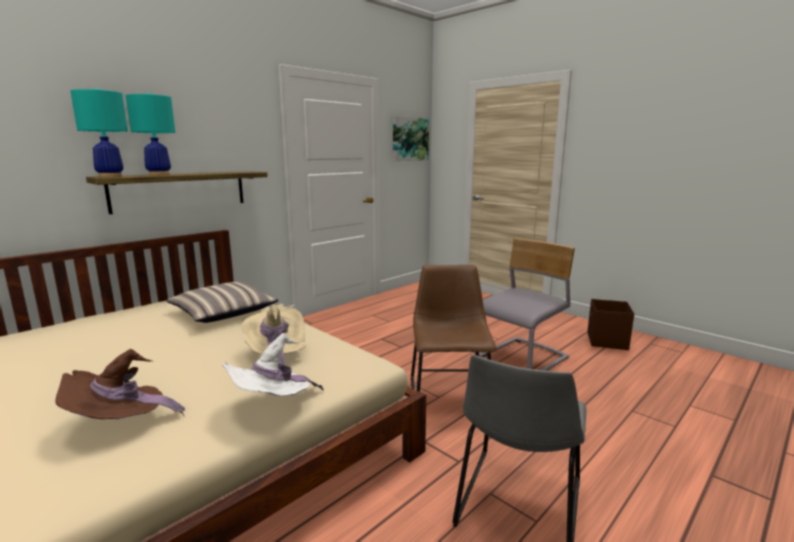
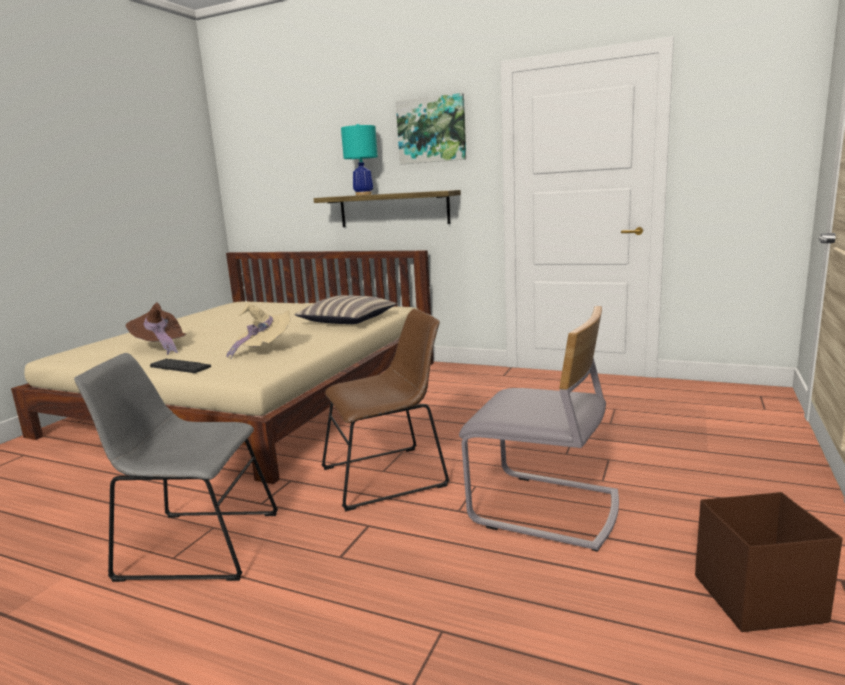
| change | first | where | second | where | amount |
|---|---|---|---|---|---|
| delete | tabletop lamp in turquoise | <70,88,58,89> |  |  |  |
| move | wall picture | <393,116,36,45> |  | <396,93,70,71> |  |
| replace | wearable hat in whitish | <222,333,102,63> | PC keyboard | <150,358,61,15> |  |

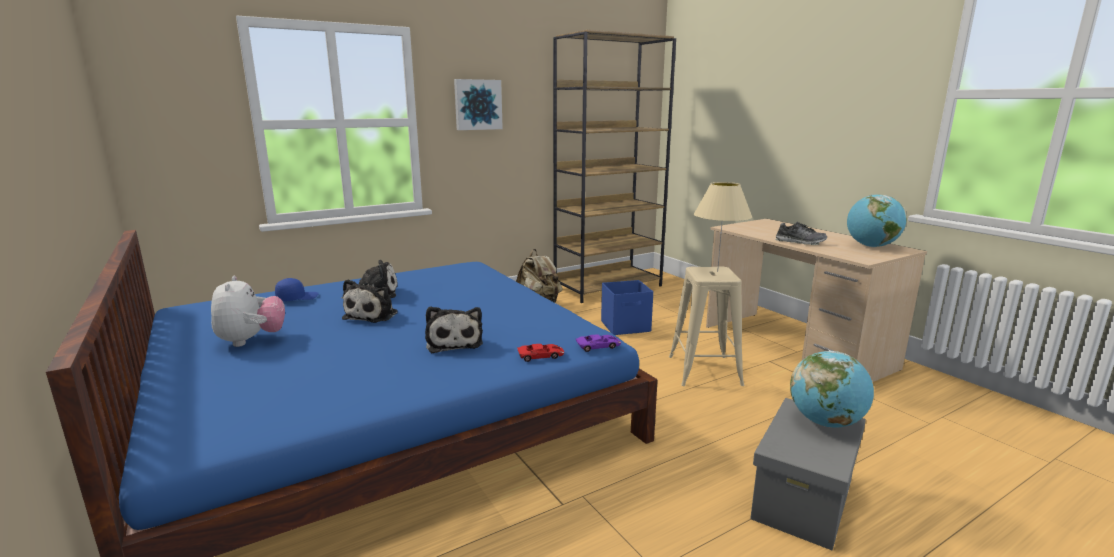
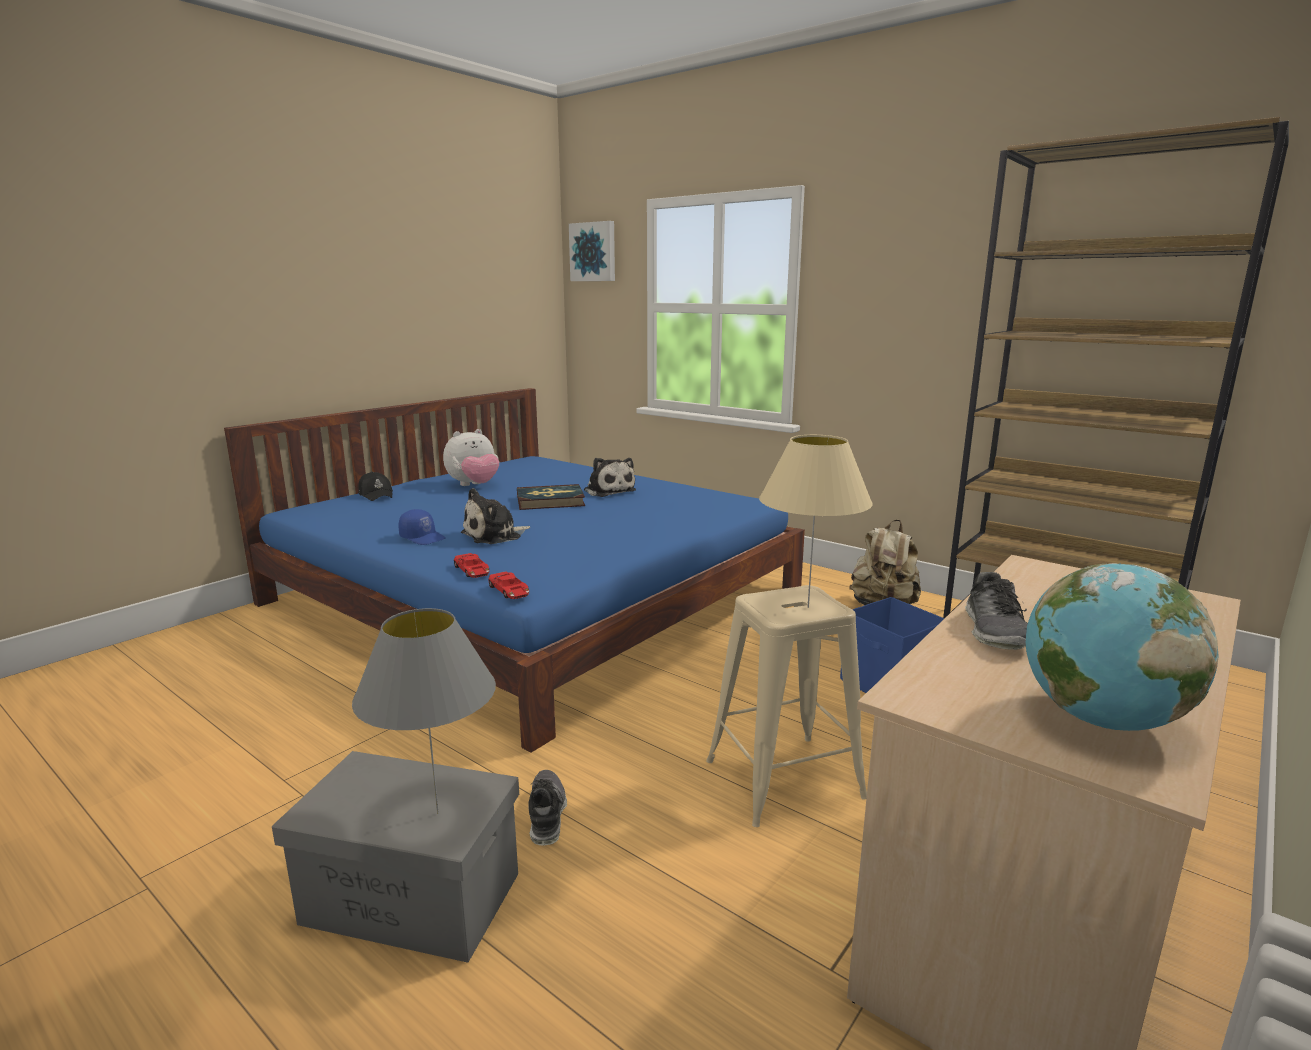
| change | first | where | second | where | amount |
|---|---|---|---|---|---|
| move | wall picture | <454,79,49,51> |  | <569,221,46,60> |  |
| move | peaked cap in bluish | <275,278,44,23> |  | <399,509,47,36> |  |
| replace | plush toy | <342,279,56,44> | bound book | <517,484,68,26> |  |
| recolor | model car in purple-coloured | <576,334,45,18> | model car in red | <489,571,40,28> |  |
| replace | globe | <790,350,84,78> | tabletop lamp in grey | <352,608,144,206> |  |
| insert |  |  | peaked cap in black | <359,472,34,29> |  |
| insert |  |  | shoe | <528,770,39,75> |  |

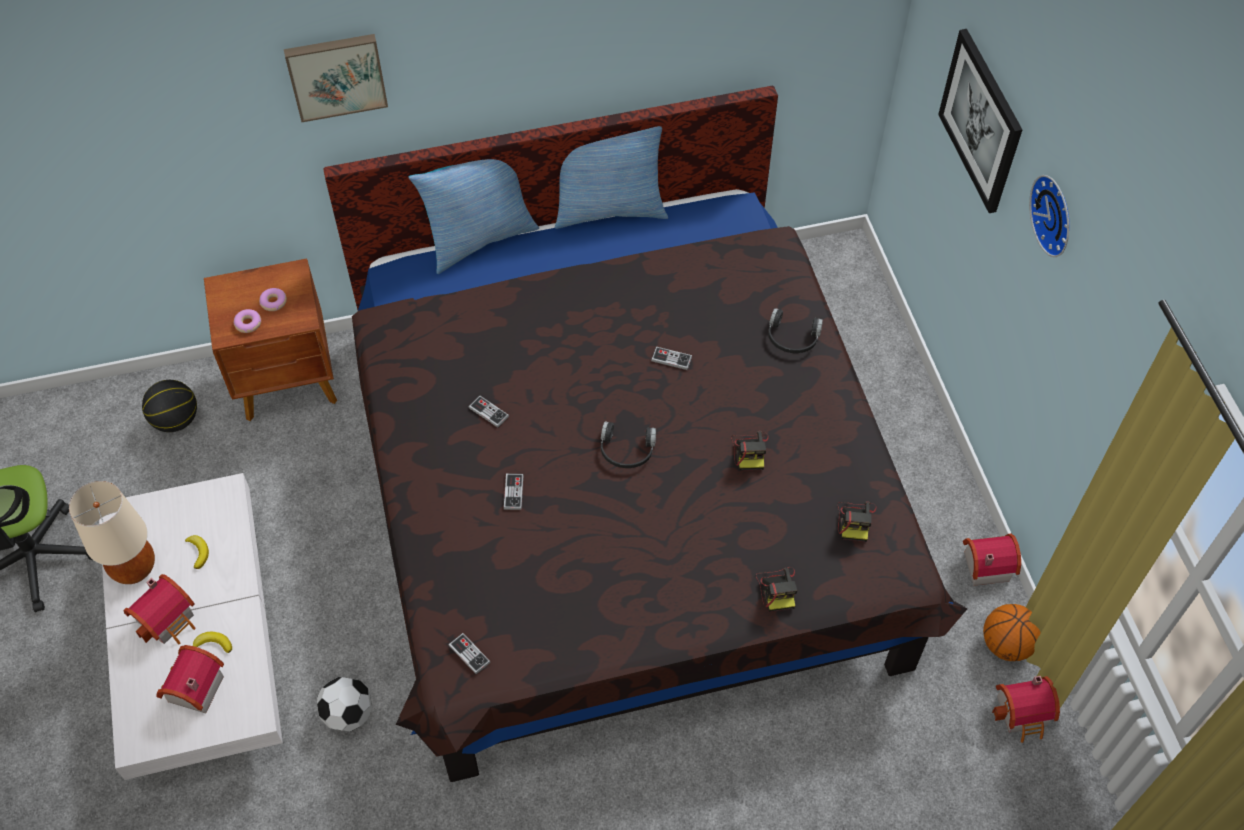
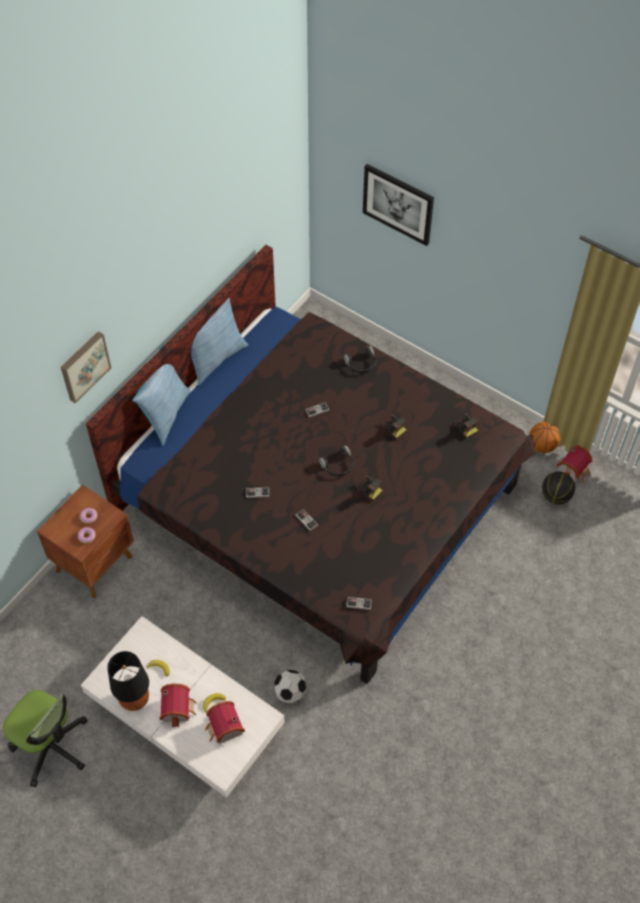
| change | first | where | second | where | amount |
|---|---|---|---|---|---|
| delete | hanging clock | <1029,175,41,82> |  |  |  |
| move | basketball | <142,380,55,52> |  | <542,471,33,33> |  |
| recolor | tabletop lamp in beige-coloured | <69,481,86,103> | tabletop lamp in black | <107,651,42,60> |  |
| delete | model house | <963,533,58,53> |  |  |  |
| move | still camera | <756,567,41,45> |  | <353,475,30,26> |  |

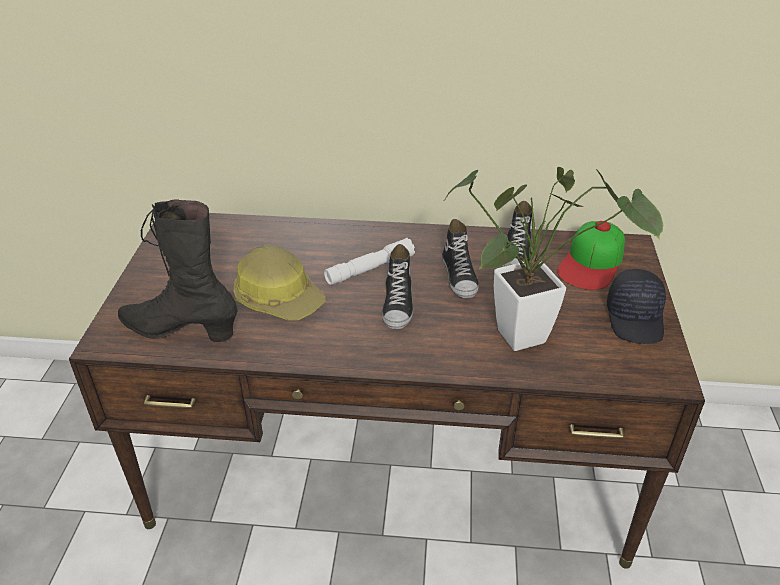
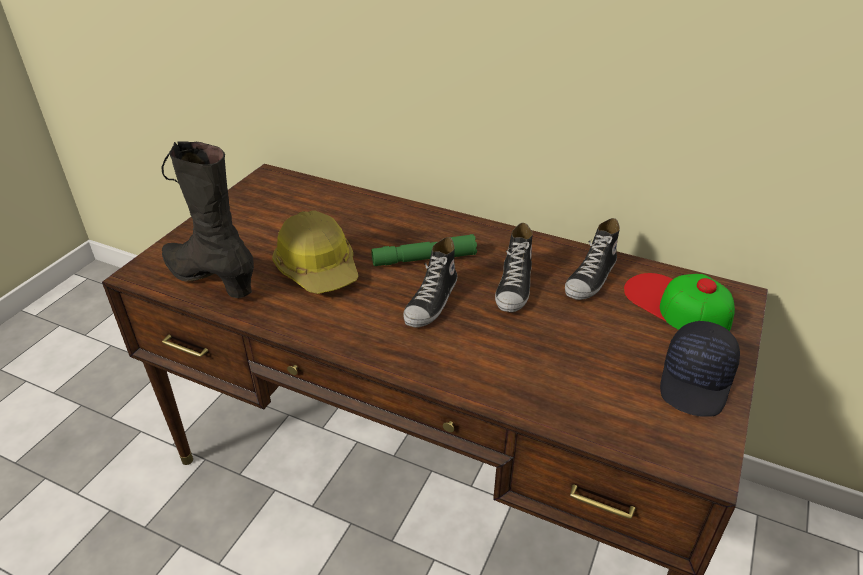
| change | first | where | second | where | amount |
|---|---|---|---|---|---|
| delete | potted plant | <444,167,219,184> |  |  |  |
| rotate | peaked cap | <557,221,68,69> |  | <624,273,111,58> | 90 degrees clockwise |
| recolor | hand torch in whitish | <324,238,91,47> | hand torch in green | <372,234,105,32> |  |

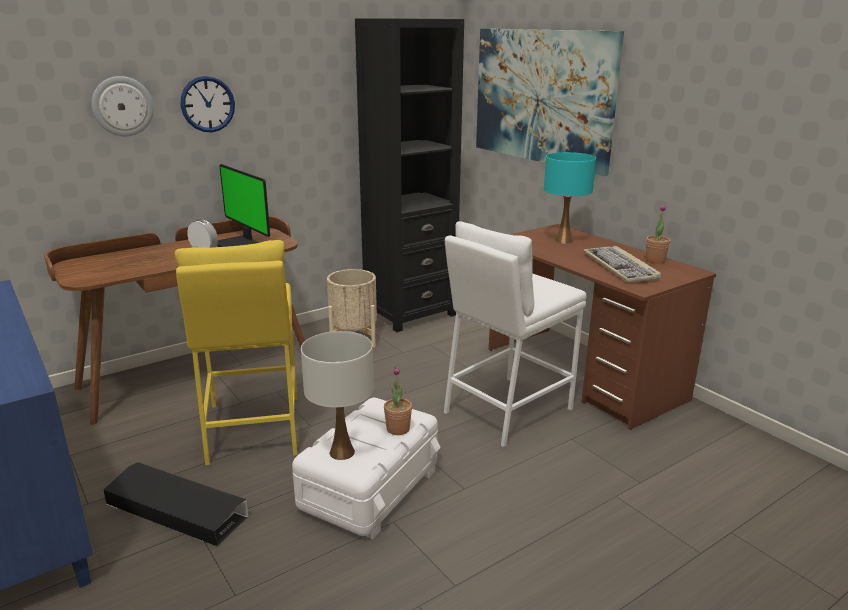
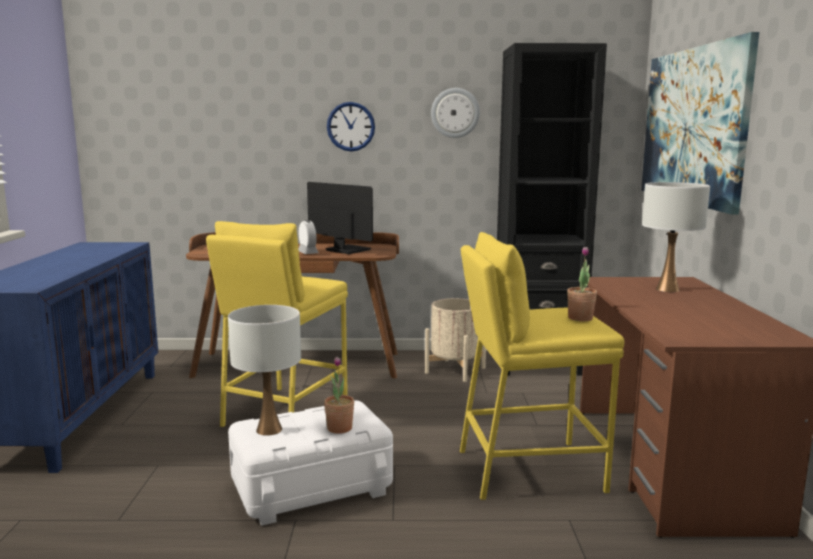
| change | first | where | second | where | amount |
|---|---|---|---|---|---|
| move | hanging clock | <92,76,62,60> |  | <431,88,49,50> |  |
| recolor | tabletop lamp in turquoise | <544,152,52,92> | tabletop lamp in whitish | <642,182,68,110> |  |
| rotate | computer display | <217,164,53,83> |  | <307,182,66,72> | 135 degrees clockwise |
| move | potted plant | <646,205,24,58> |  | <567,247,30,74> |  |
| recolor | sitting stool in whitish | <444,221,143,226> | sitting stool in yellow-coloured | <460,232,164,268> |  |
| delete | PC keyboard | <583,246,78,37> |  |  |  |
| delete | storage bin in black | <104,462,145,84> |  |  |  |

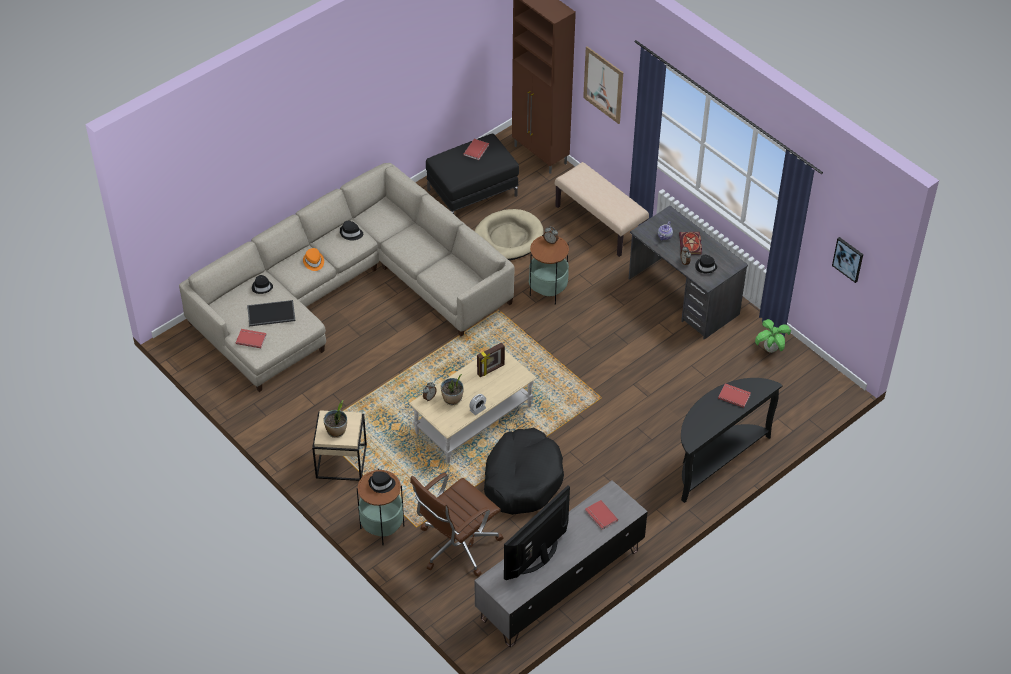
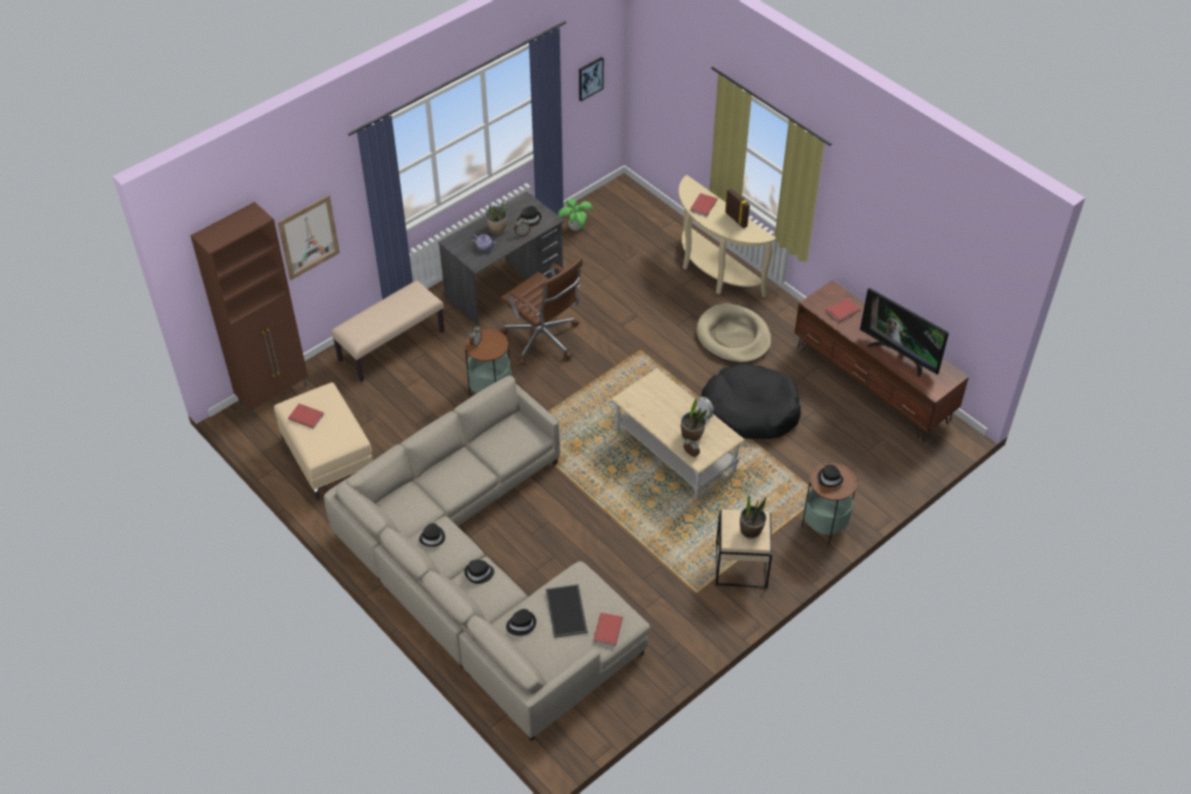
| change | first | where | second | where | amount |
|---|---|---|---|---|---|
| recolor | ottoman in black | <426,133,93,81> | ottoman in beige-coloured | <274,382,99,118> |  |
| move | dog cushion in beige-coloured | <474,209,70,51> |  | <696,303,76,60> |  |
| replace | bound book | <679,232,23,23> | potted plant | <485,201,23,33> |  |
| recolor | wearable hat in orange | <303,248,21,23> | wearable hat in black | <464,560,30,24> |  |
| move | picture frame | <477,342,28,35> |  | <725,188,25,41> |  |
| recolor | hall table in black | <681,378,102,125> | hall table in beige-coloured | <679,175,97,122> |  |
| move | computer chair in brown | <410,472,94,105> |  | <500,257,83,108> |  |
| recolor | tv unit in grey | <474,480,174,167> | tv unit in brown | <794,280,175,163> |  |

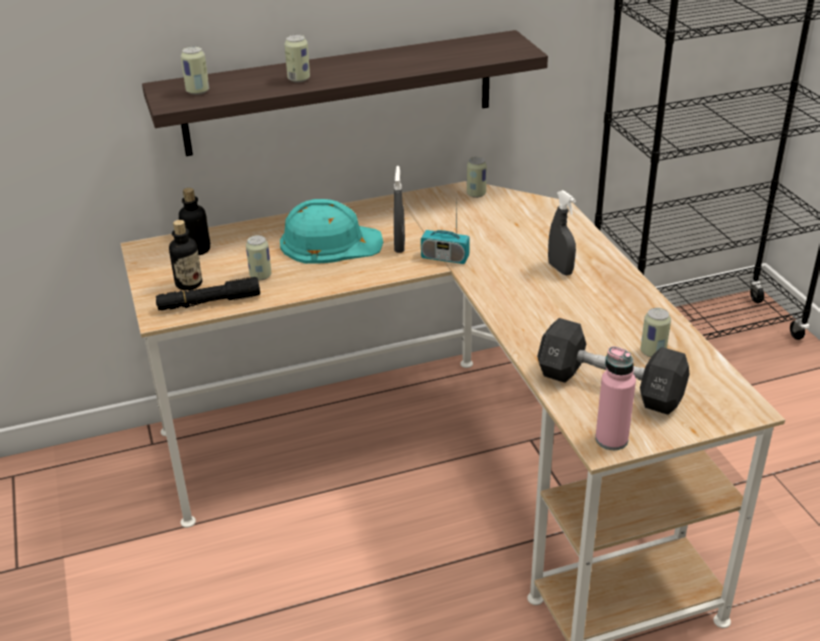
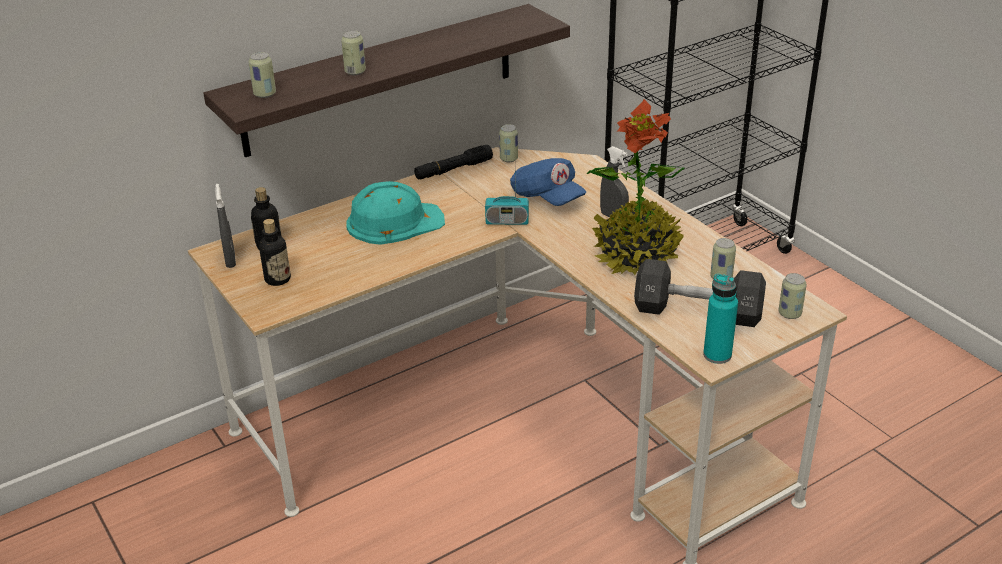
| change | first | where | second | where | amount |
|---|---|---|---|---|---|
| move | hand sprayer in grey | <394,166,11,87> |  | <215,184,21,84> |  |
| move | sealed can | <246,235,25,45> |  | <778,273,29,46> |  |
| move | hand torch in black | <156,277,104,33> |  | <414,145,79,34> |  |
| recolor | bottle in pink | <595,346,41,104> | bottle in turquoise | <703,274,35,90> |  |
| insert |  |  | potted plant | <587,99,97,176> |  |
| insert |  |  | peaked cap in bluish | <510,158,76,48> |  |

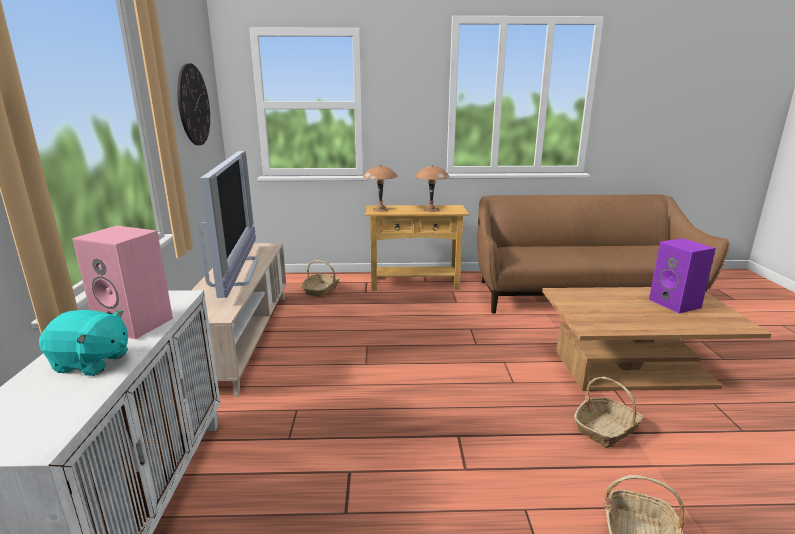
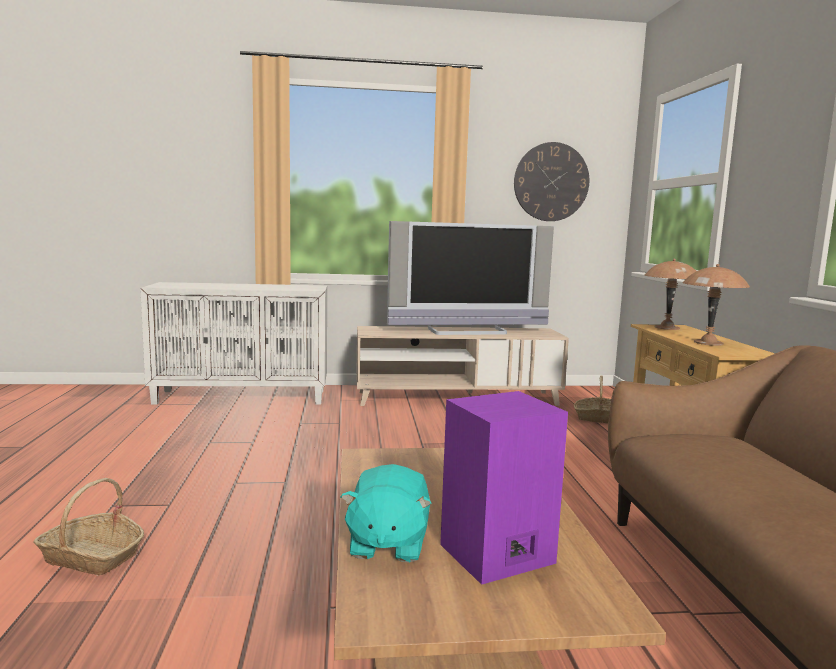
| change | first | where | second | where | amount |
|---|---|---|---|---|---|
| delete | loudspeaker in pink | <72,225,101,114> |  |  |  |
| move | plush toy in turquoise | <39,310,89,66> |  | <341,464,90,99> |  |
| delete | household basket | <574,377,69,71> |  |  |  |

